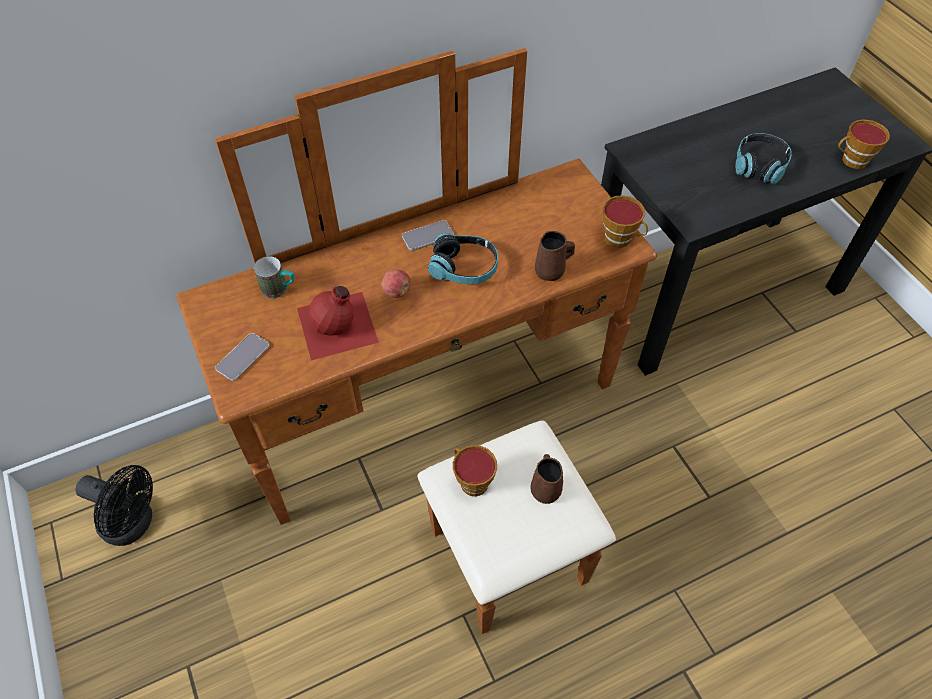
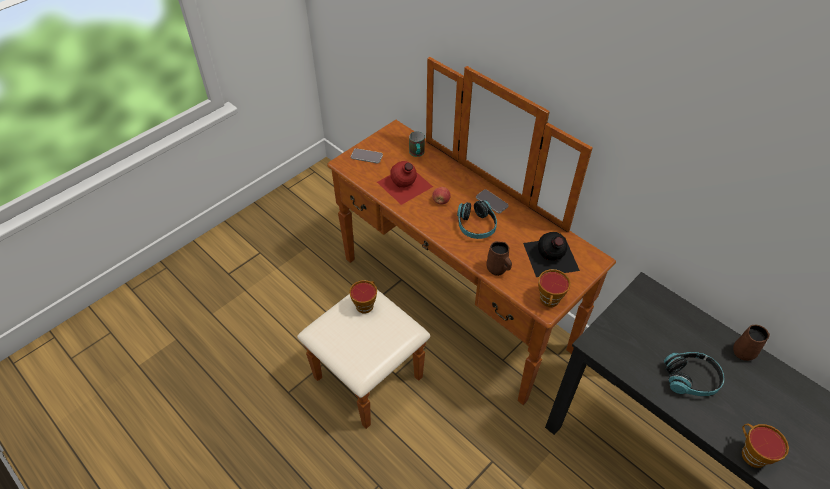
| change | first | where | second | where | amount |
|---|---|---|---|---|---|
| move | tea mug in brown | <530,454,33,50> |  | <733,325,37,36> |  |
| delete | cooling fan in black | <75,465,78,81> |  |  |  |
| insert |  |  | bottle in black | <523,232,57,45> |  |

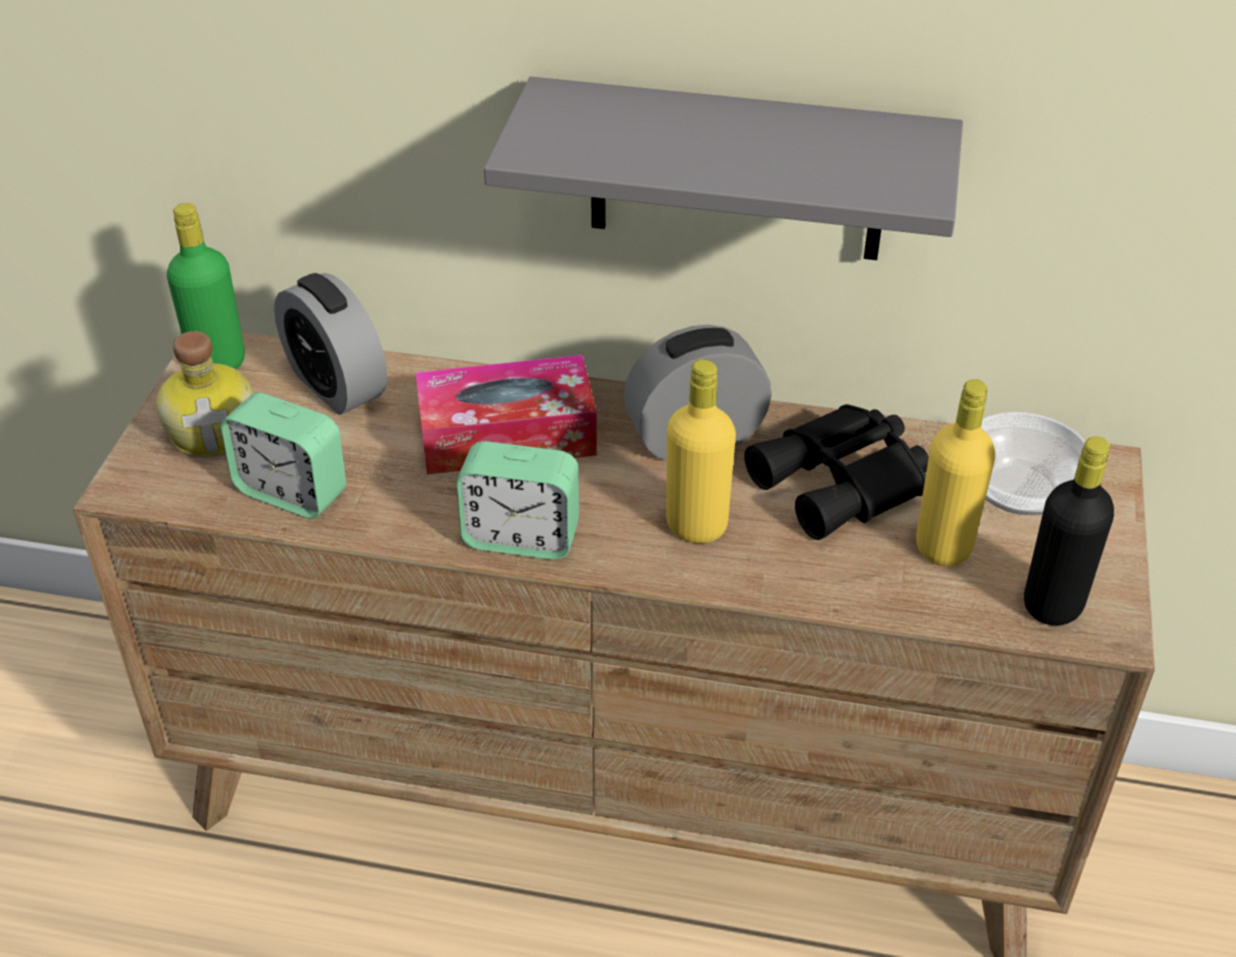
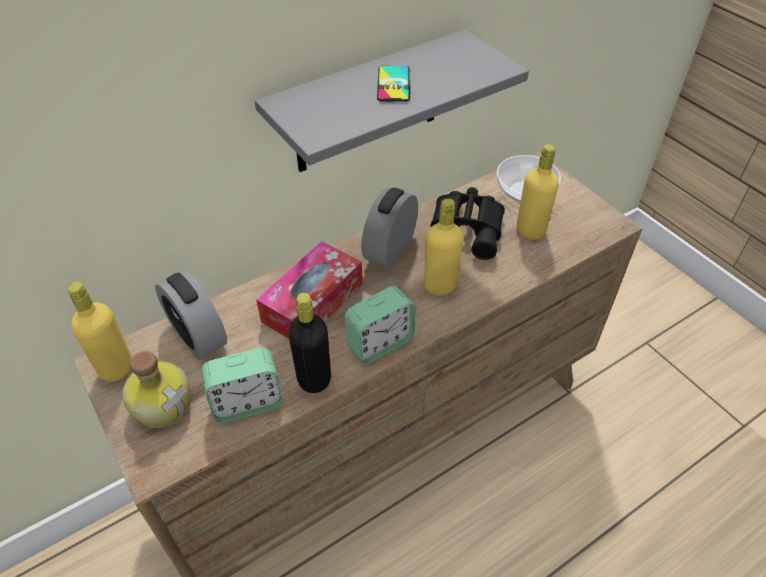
| change | first | where | second | where | amount |
|---|---|---|---|---|---|
| recolor | bottle in green | <167,203,78,166> | bottle in yellow-coloured | <68,282,64,100> |  |
| rotate | alarm clock | <274,273,113,142> |  | <155,271,72,89> | 45 degrees clockwise |
| move | bottle in black | <1024,436,90,190> |  | <288,293,43,100> |  |
| insert |  |  | handset | <377,66,33,36> |  |

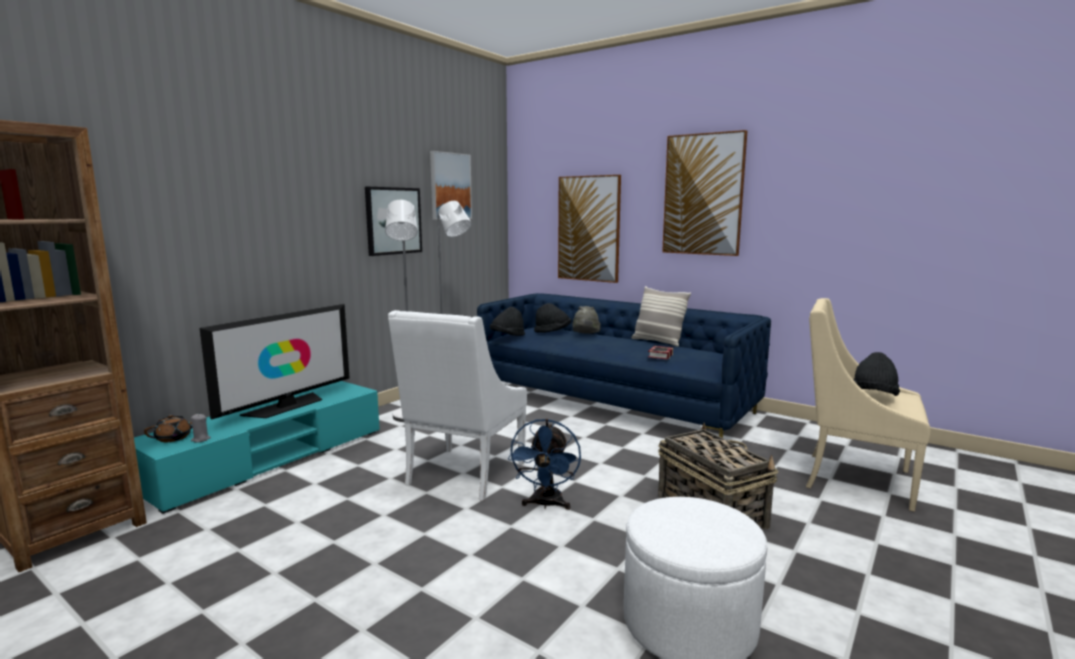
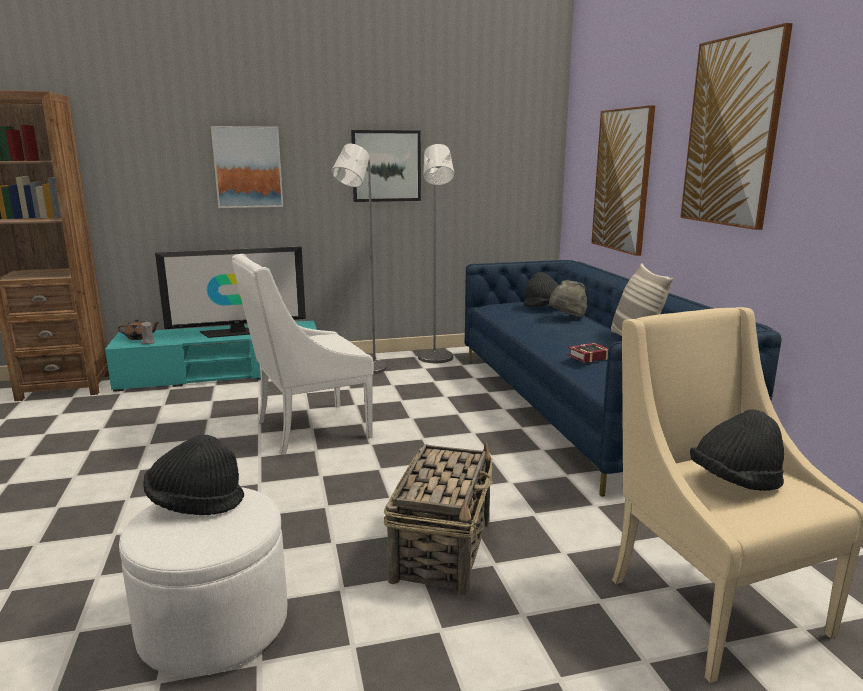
| change | first | where | second | where | amount |
|---|---|---|---|---|---|
| move | wall picture | <430,151,42,69> |  | <211,126,72,82> |  |
| move | wearable hat in black | <490,307,35,29> |  | <143,435,101,80> |  |
| delete | cooling fan in bluish | <508,419,73,91> |  |  |  |

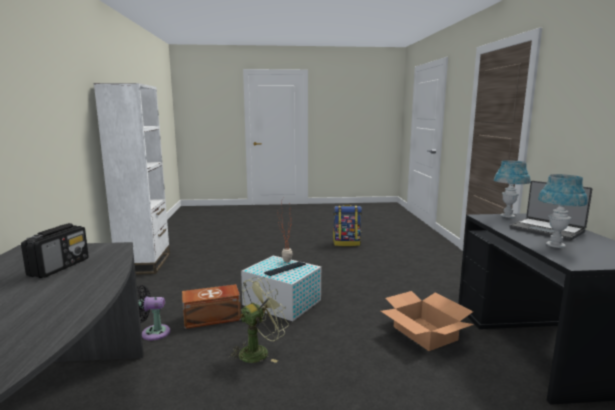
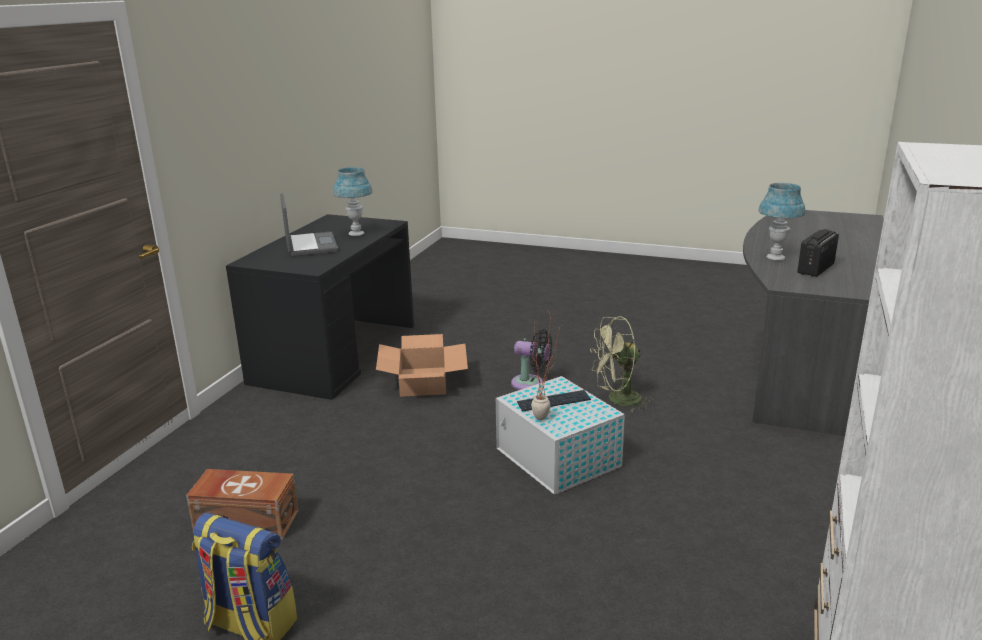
| change | first | where | second | where | amount |
|---|---|---|---|---|---|
| move | tabletop lamp in bluish | <494,160,37,58> |  | <758,183,47,78> |  |
| move | storage bin in brown | <182,284,59,45> |  | <186,469,112,71> |  |
| move | cooling fan in black | <137,285,33,55> |  | <511,329,41,61> |  |

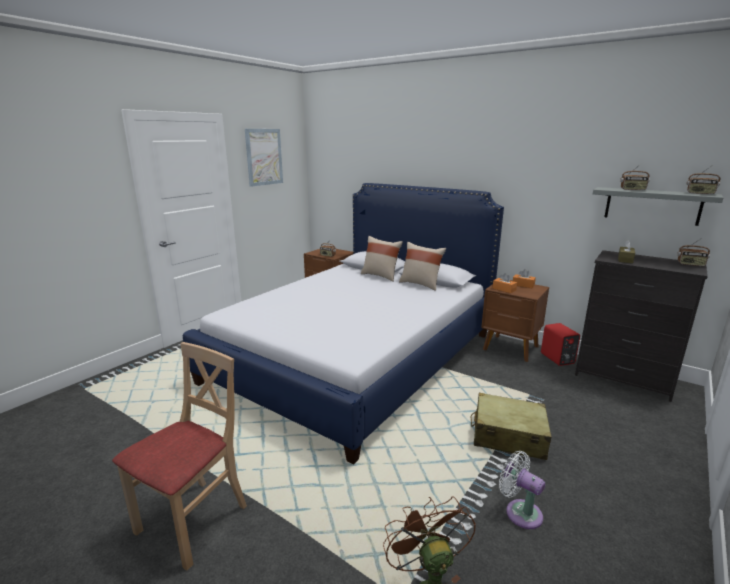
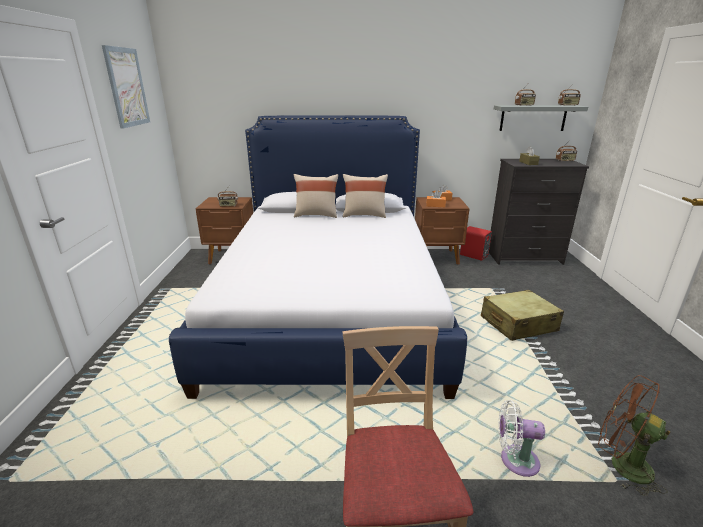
| change | first | where | second | where | amount |
|---|---|---|---|---|---|
| move | cooling fan in whitish | <499,451,46,78> |  | <499,400,46,77> |  |

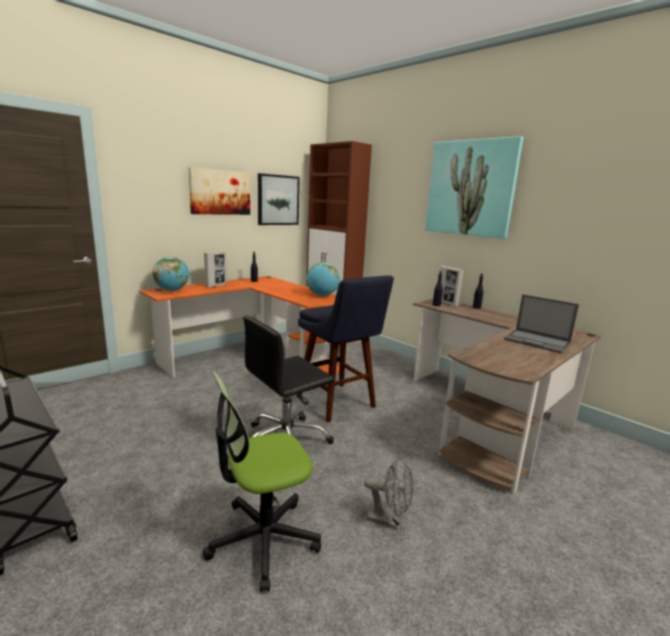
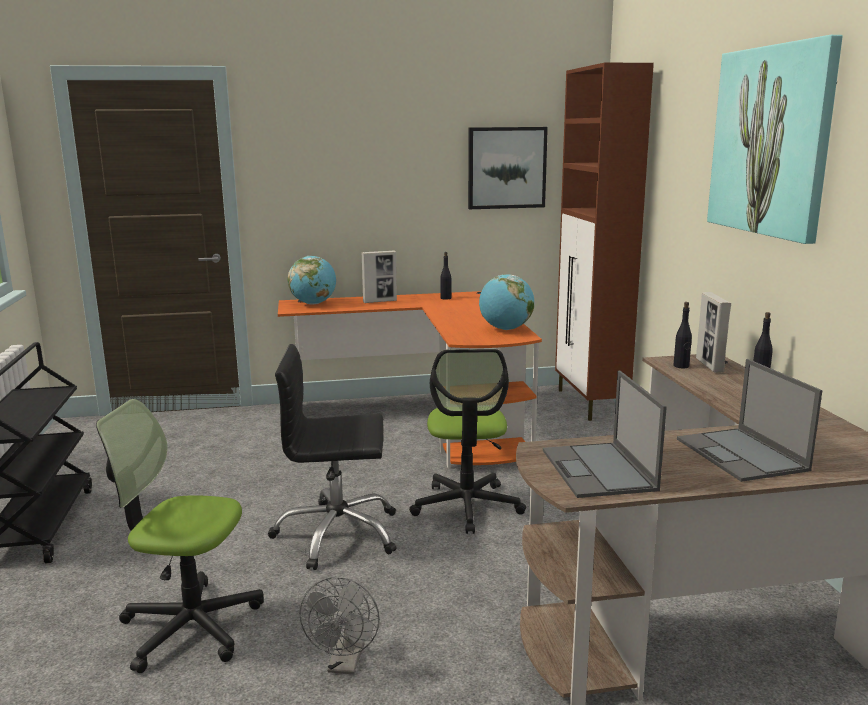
| change | first | where | second | where | amount |
|---|---|---|---|---|---|
| delete | wall picture | <188,167,62,48> |  |  |  |
| replace | sitting stool in bluish | <297,275,97,147> | computer chair | <409,349,117,185> |  |
| rotate | cooling fan in grey | <364,458,50,71> |  | <299,577,81,98> | 45 degrees clockwise |
| insert |  |  | portable computer | <543,371,124,127> |  |

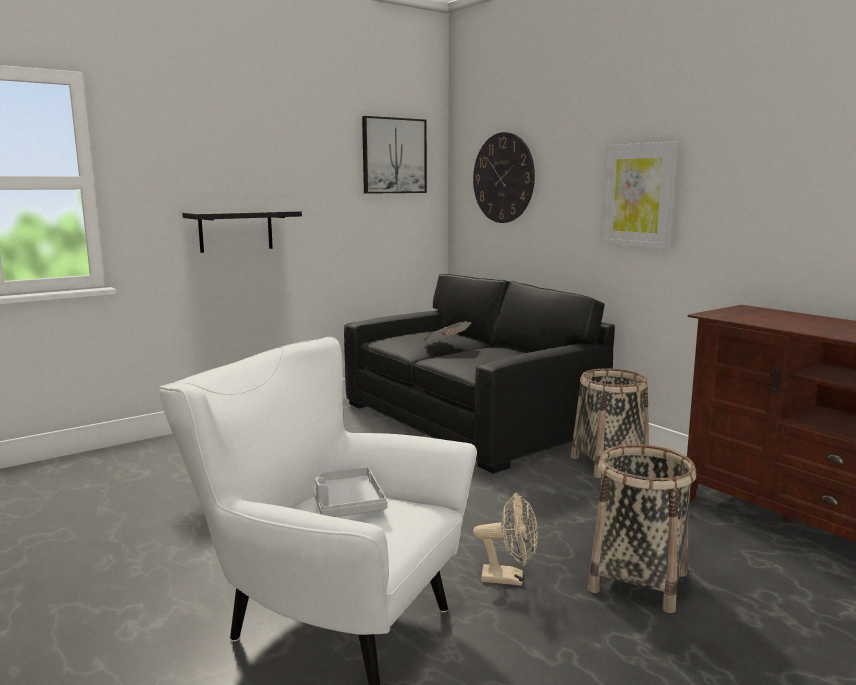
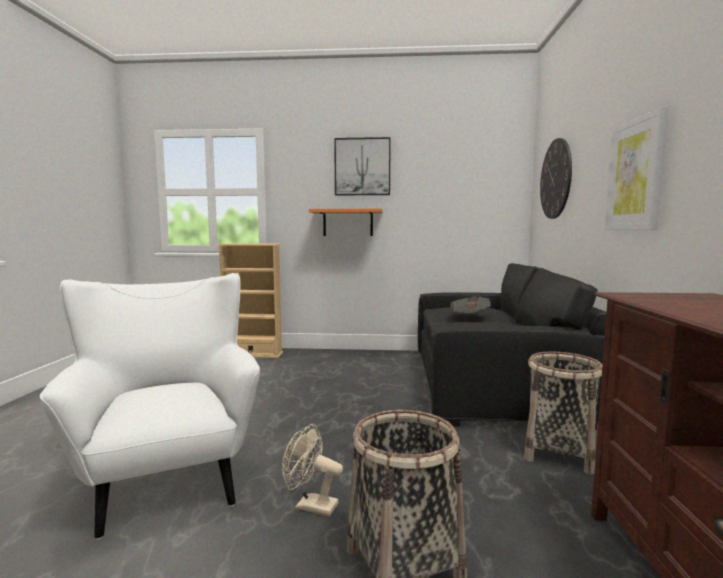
| change | first | where | second | where | amount |
|---|---|---|---|---|---|
| move | wall picture | <362,116,65,78> |  | <334,137,57,58> |  |
| recolor | wall shelf in black | <182,210,120,43> | wall shelf in orange | <309,209,74,27> |  |
| delete | carrying tray in grey | <314,467,74,50> |  |  |  |
| rotate | cooling fan in beige-coloured | <473,493,65,93> |  | <282,424,61,93> | 150 degrees clockwise |
| insert |  |  | shelving unit in beige-coloured | <217,243,66,115> |  |

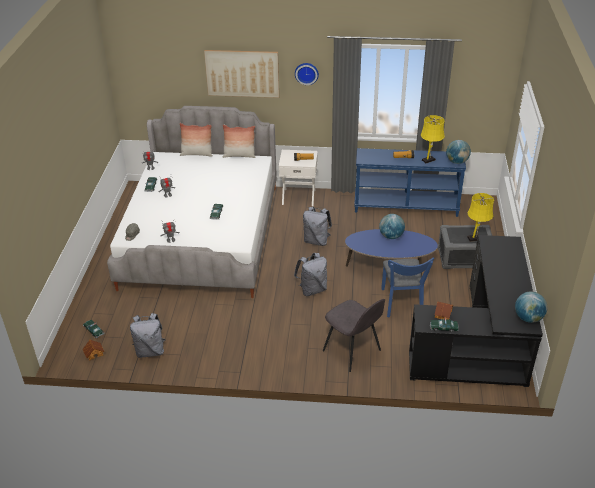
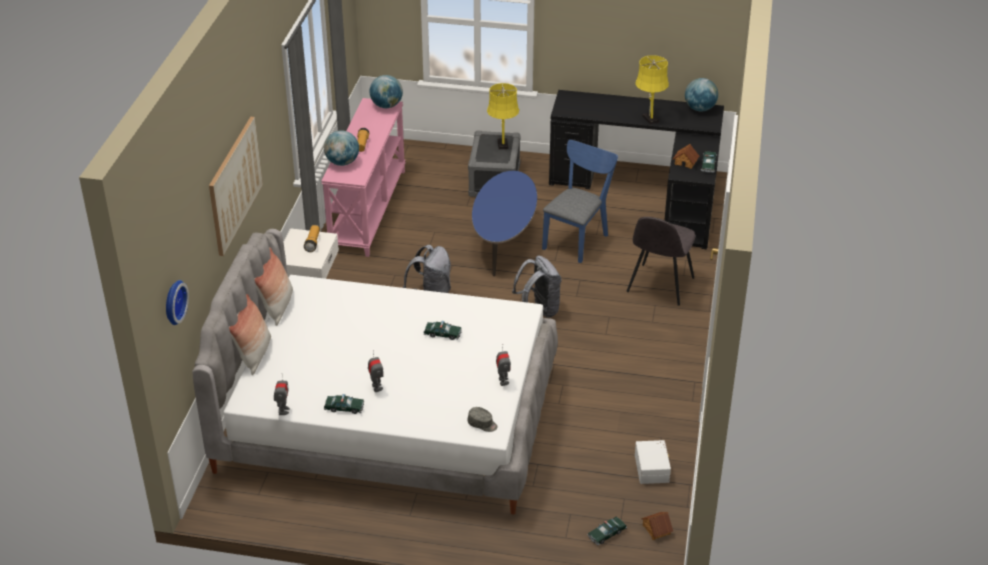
| change | first | where | second | where | amount |
|---|---|---|---|---|---|
| move | hanging clock | <295,63,24,22> |  | <166,280,23,45> |  |
| move | tabletop lamp in yellow-coloured | <421,115,24,48> |  | <635,55,34,70> |  |
| recolor | hall table in bluish | <354,148,112,69> | hall table in pink | <321,98,85,159> |  |
| move | globe | <379,214,26,25> |  | <324,130,35,36> |  |
| rotate | chair in bluish | <381,257,53,61> |  | <542,140,76,123> | 60 degrees counterclockwise |
| rotate | chair in grey | <323,299,62,73> |  | <627,217,68,89> | 150 degrees clockwise |
| replace | knapsack in grey | <130,313,36,45> | storage bin in whitish | <635,440,36,44> |  |

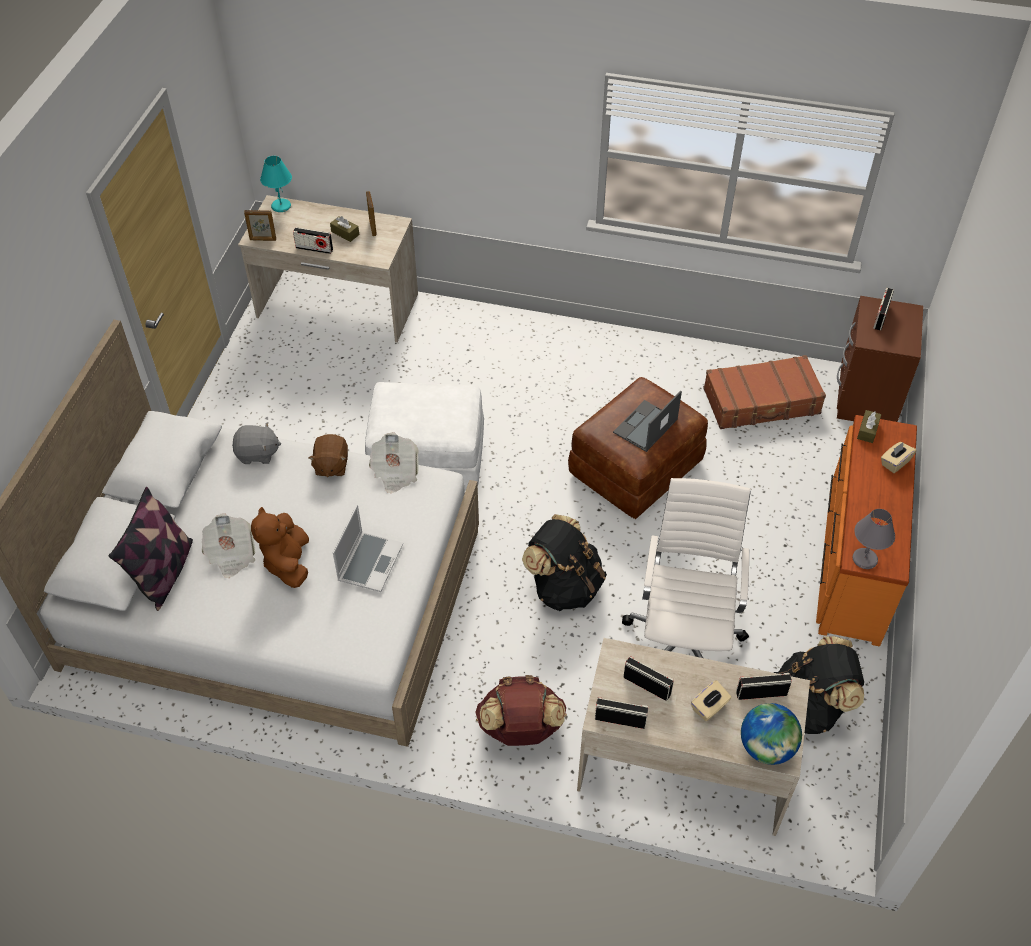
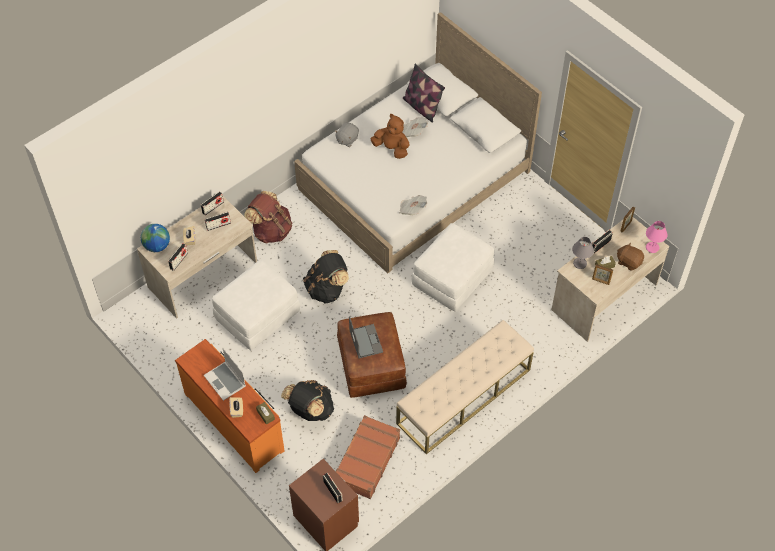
| change | first | where | second | where | amount |
|---|---|---|---|---|---|
| recolor | tabletop lamp in turquoise | <260,156,32,56> | tabletop lamp in pink | <646,221,21,32> |  |
| move | plush toy in grey | <232,422,49,42> |  | <335,123,24,24> |  |
| move | plush toy in brown | <308,434,40,43> |  | <617,242,27,29> |  |
| replace | computer chair in whitish | <622,478,129,180> | ottoman in whitish | <212,260,88,90> |  |
| move | portable computer | <333,505,70,87> |  | <204,348,42,53> |  |
| move | tabletop lamp in grey | <853,509,42,60> |  | <572,237,22,32> |  |
| move | knapsack in black | <774,636,90,98> |  | <281,380,53,41> |  |
| insert |  |  | bench in beige-coloured | <396,320,138,134> |  |

